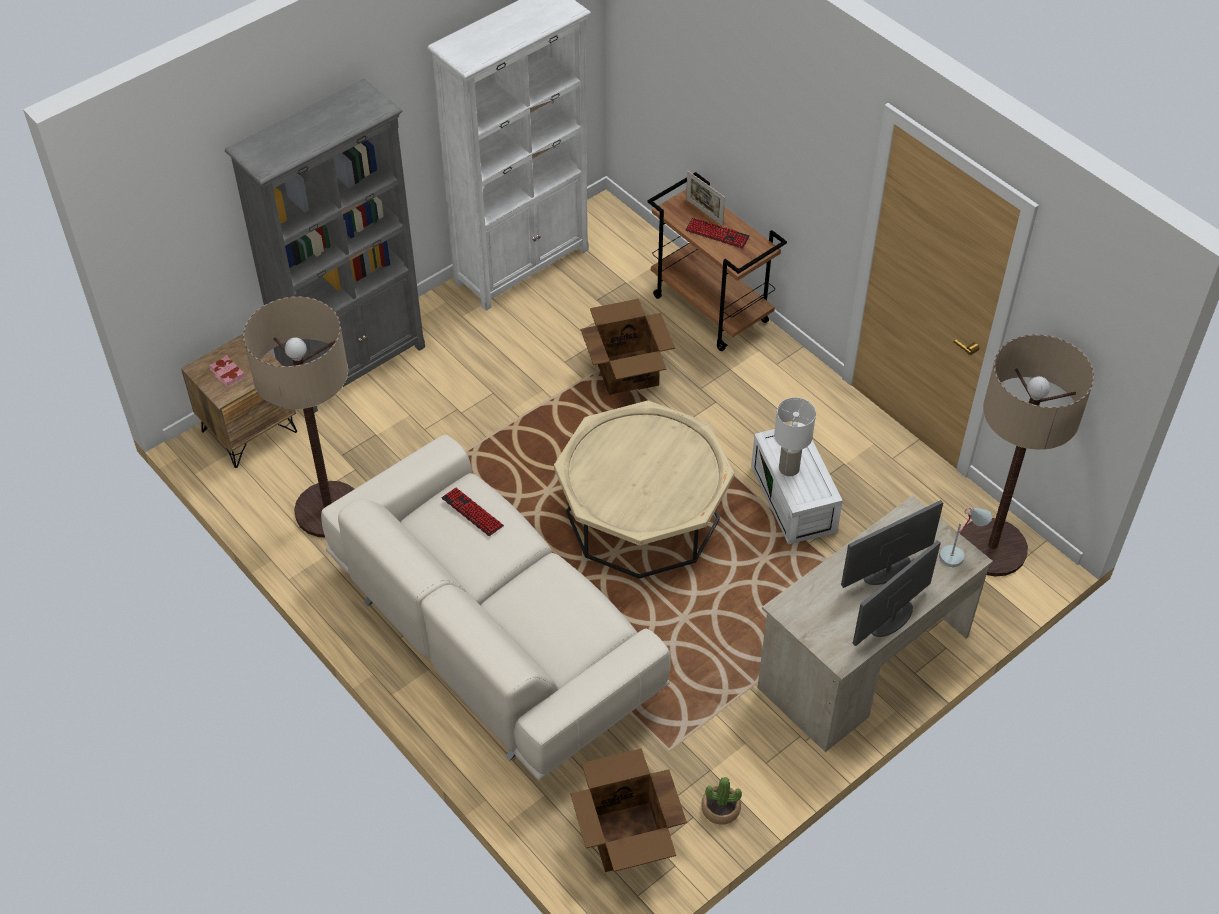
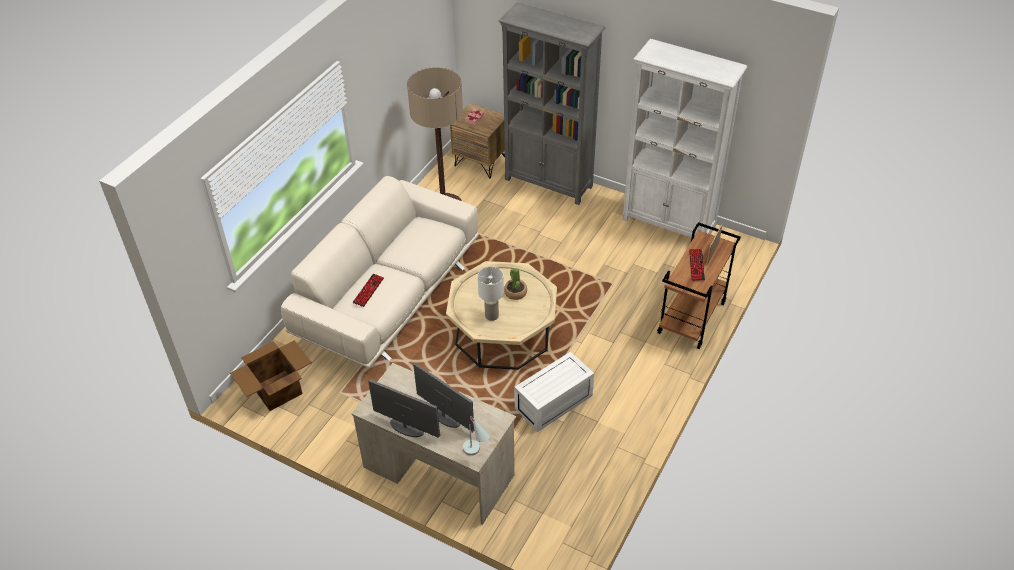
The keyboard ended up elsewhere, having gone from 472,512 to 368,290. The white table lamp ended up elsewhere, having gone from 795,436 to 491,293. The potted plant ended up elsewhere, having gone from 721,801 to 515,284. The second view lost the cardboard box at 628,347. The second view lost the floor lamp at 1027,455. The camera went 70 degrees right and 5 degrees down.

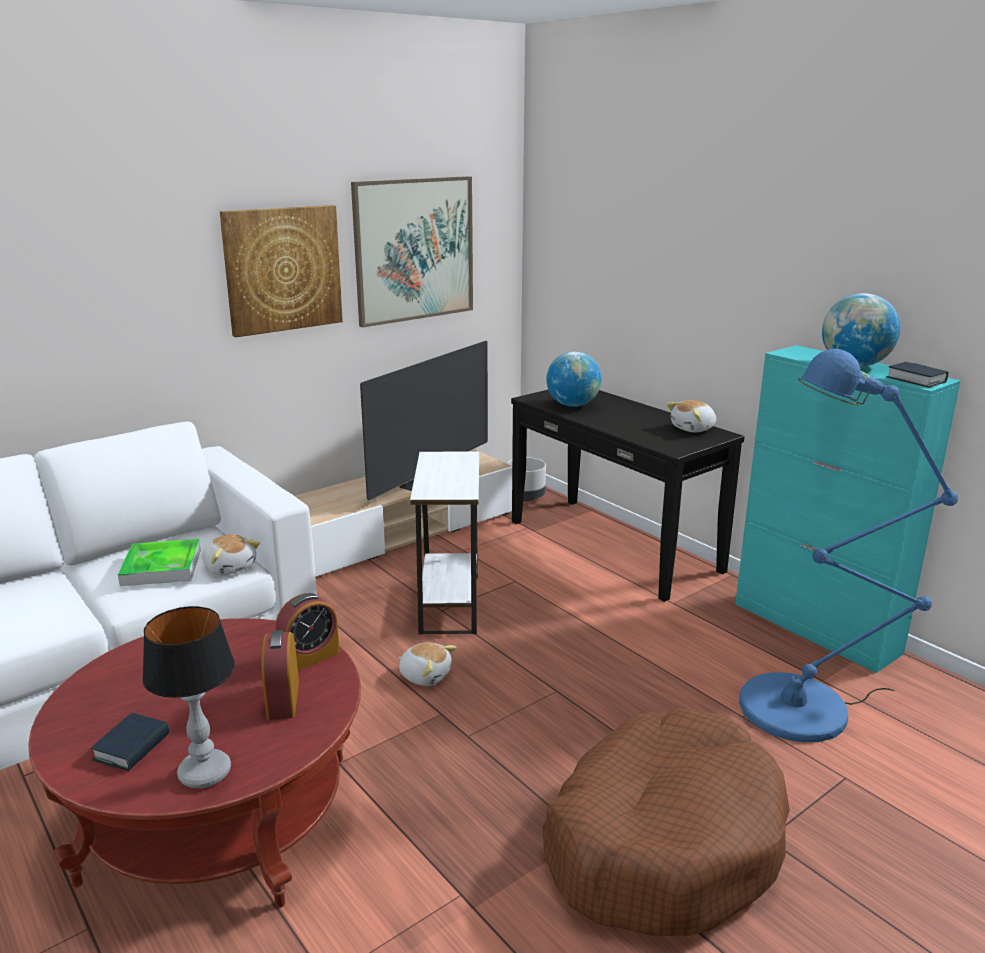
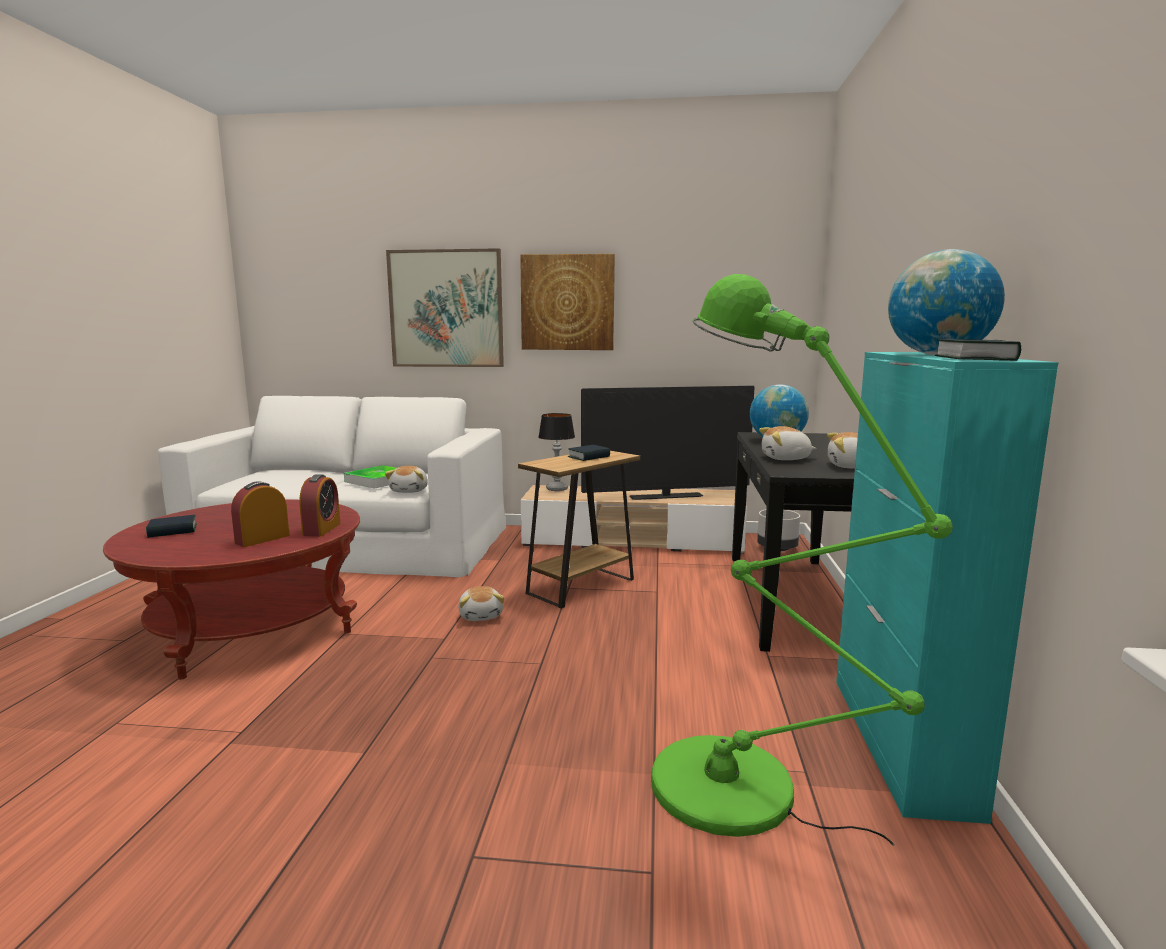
The alarm clock at 307,632 ended up facing another way, 90 degrees counterclockwise from before. The picture ended up elsewhere, having gone from 412,252 to 445,307. What was the white side table at 444,543 turned into the brown side table at 579,530. The table lamp ended up elsewhere, having gone from 188,697 to 556,452. The second view gained the book at 588,453. What was the blue floor lamp at 848,545 turned into the green floor lamp at 802,560. The second view gained the plush toy at 787,443. The second view lost the brown dog bed at 666,822. The camera went 45 degrees right and 10 degrees down.

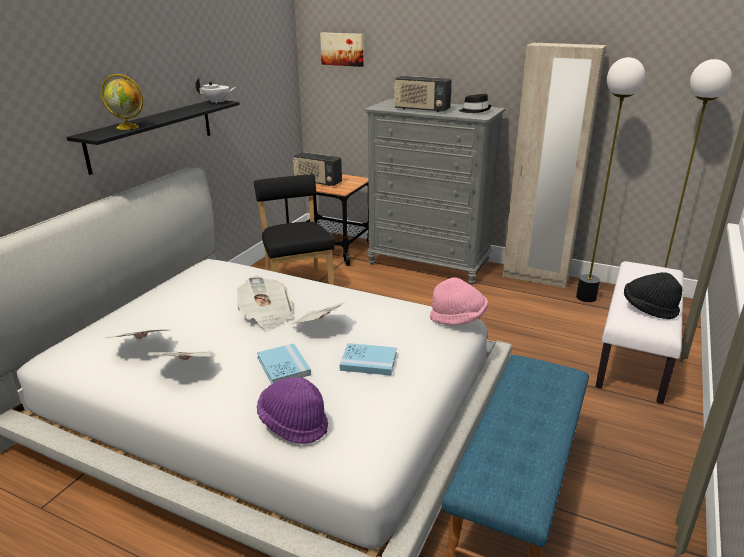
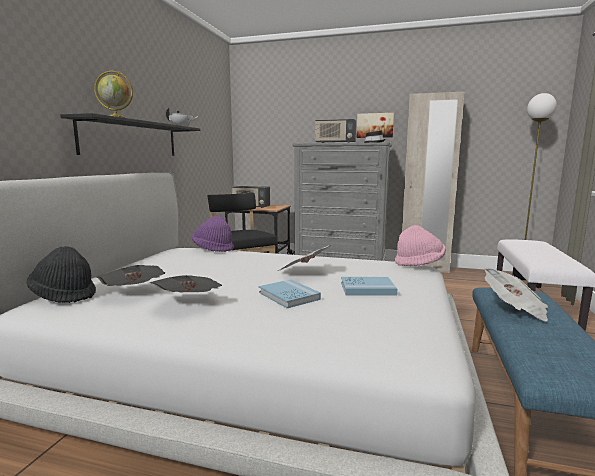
The black hat ended up elsewhere, having gone from 653,295 to 61,274. The purple hat ended up elsewhere, having gone from 292,410 to 213,234. The picture ended up elsewhere, having gone from 342,49 to 375,125. The newspaper ended up elsewhere, having gone from 265,303 to 516,294. The second view lost the floor lamp at 610,179. The camera went 10 degrees left and 15 degrees down.

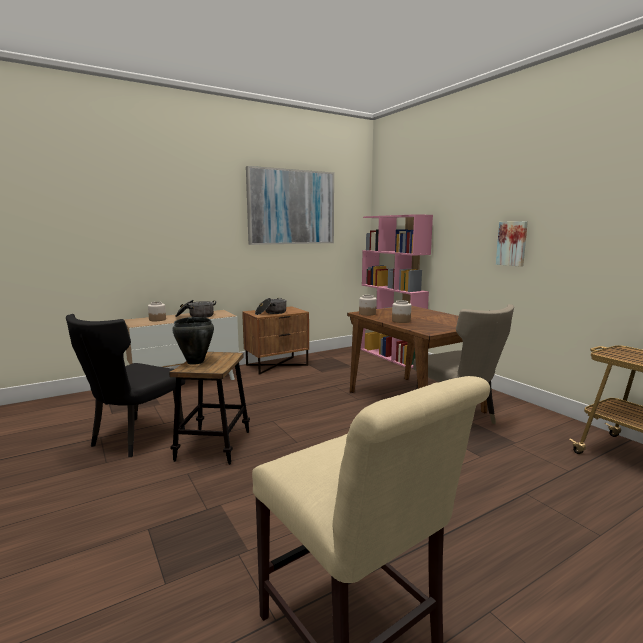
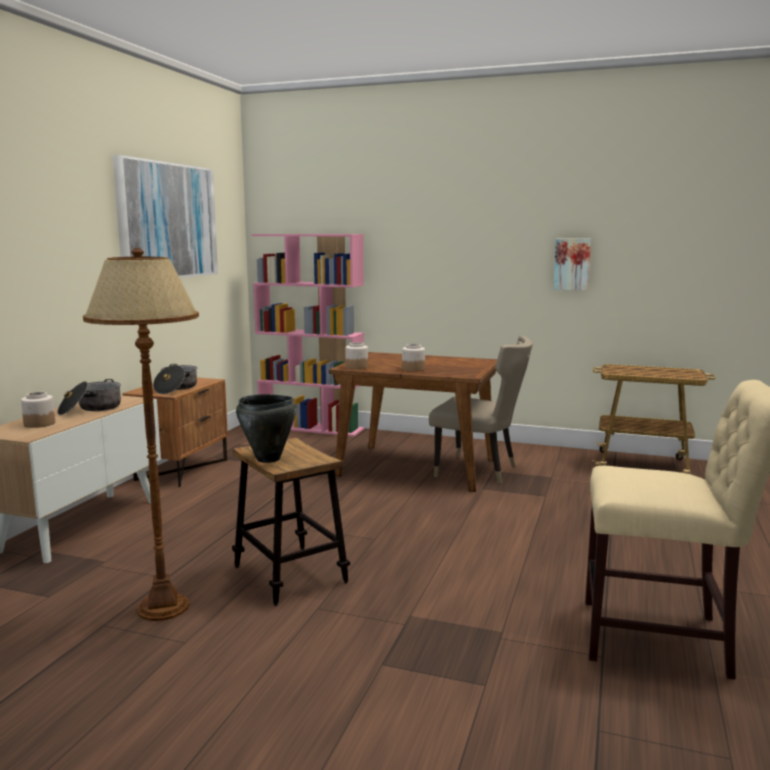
Where the black chair stood at 125,385, the brown floor lamp came to stand at 141,434. The picture ended up elsewhere, having gone from 512,244 to 572,265. The camera went 40 degrees left and 0 degrees up.

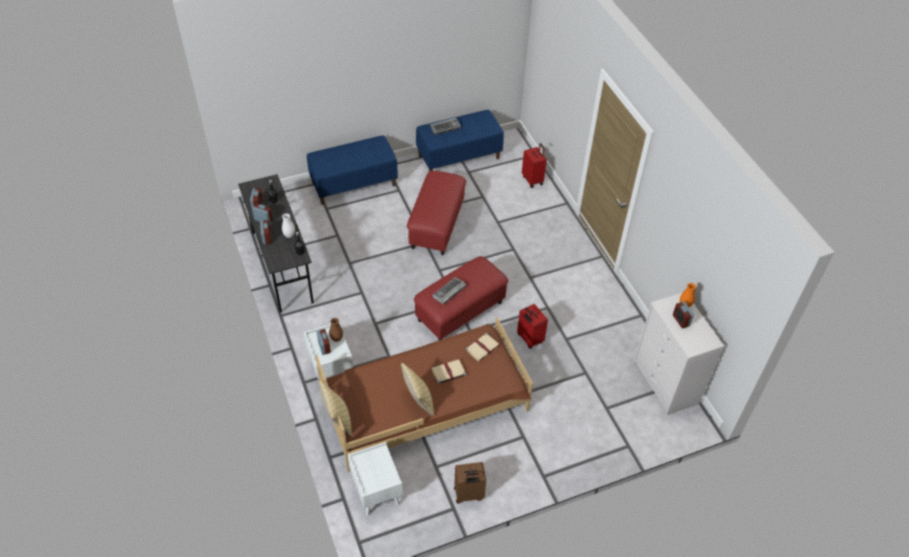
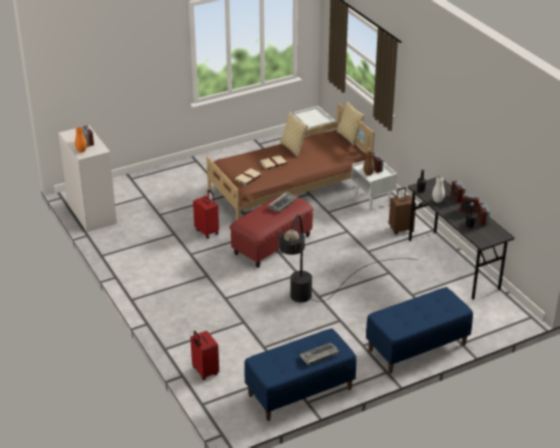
Where the red ottoman stood at 436,213, the black floor lamp came to stand at 349,259. The brown suitcase ended up elsewhere, having gone from 470,482 to 402,211. The camera went 175 degrees right and 15 degrees down.

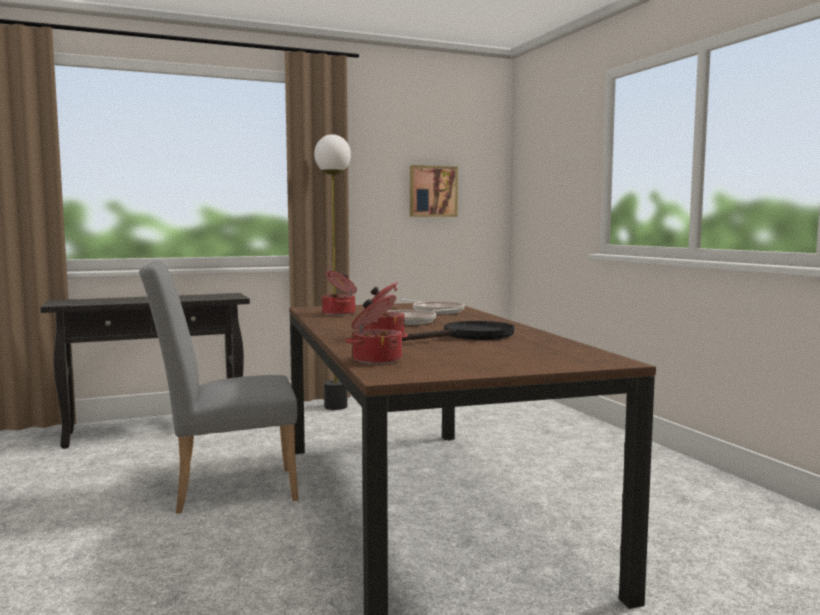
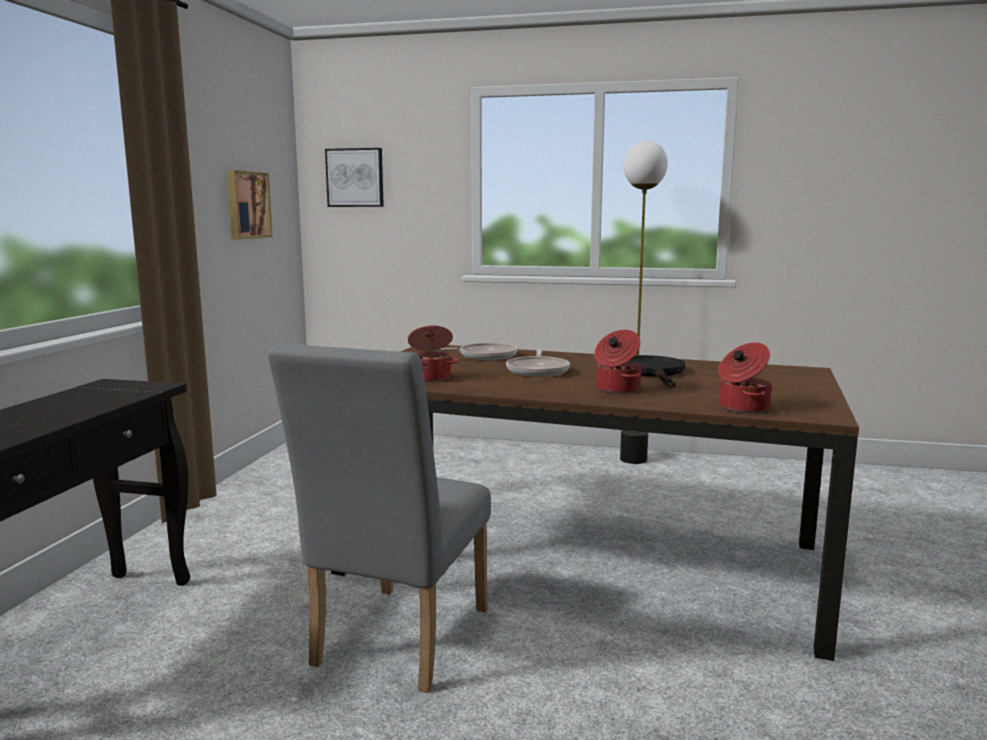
The second view gained the picture at 354,177. The floor lamp ended up elsewhere, having gone from 332,272 to 644,302. The camera went 55 degrees left and 5 degrees up.

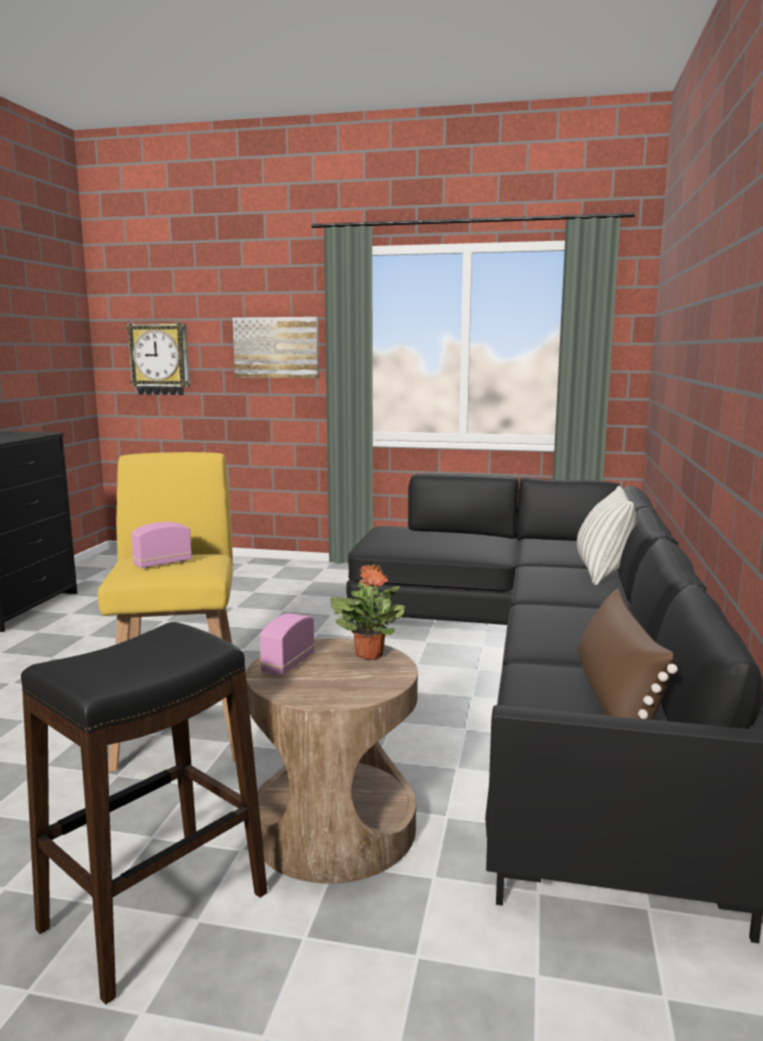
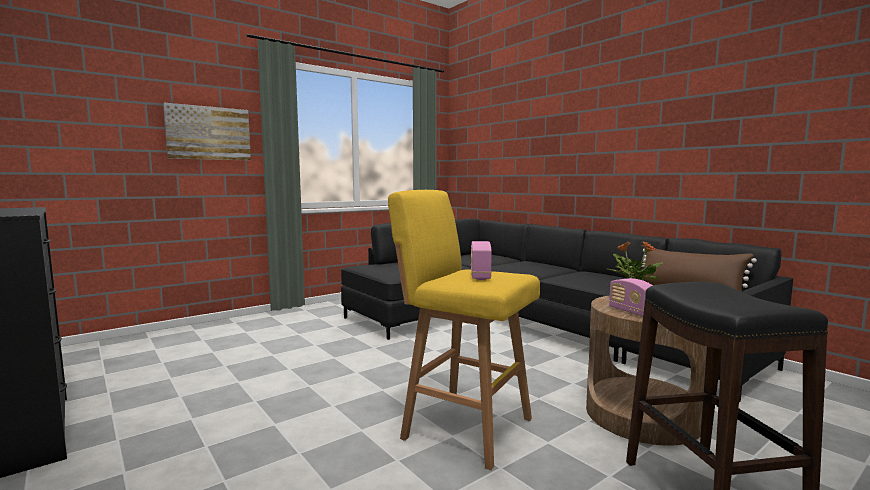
The second view lost the wall clock at 158,359. The second view lost the pillow at 607,535. The camera went 50 degrees left and 5 degrees down.

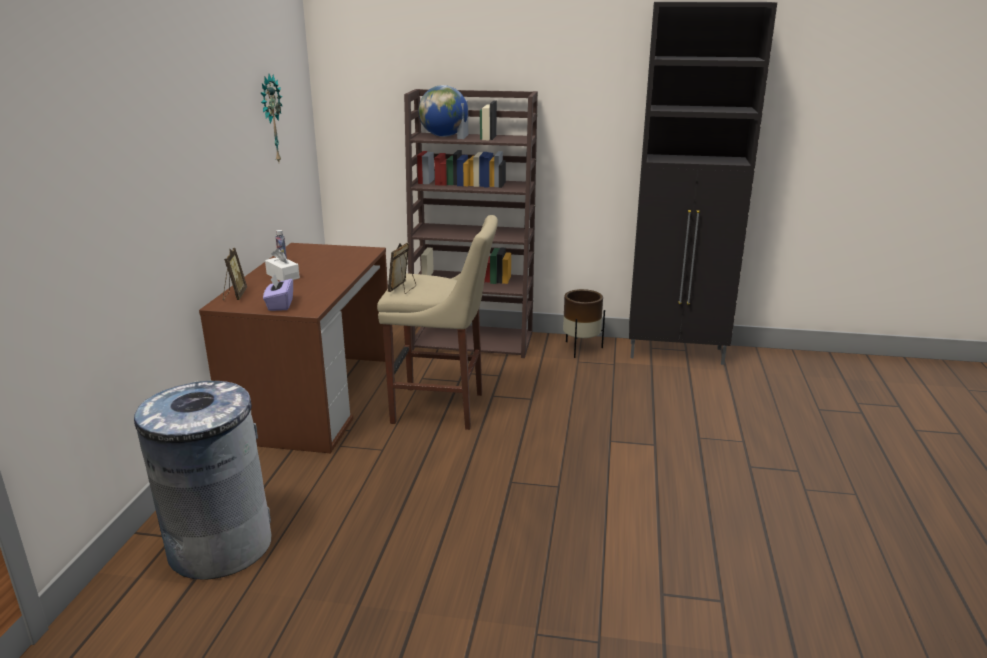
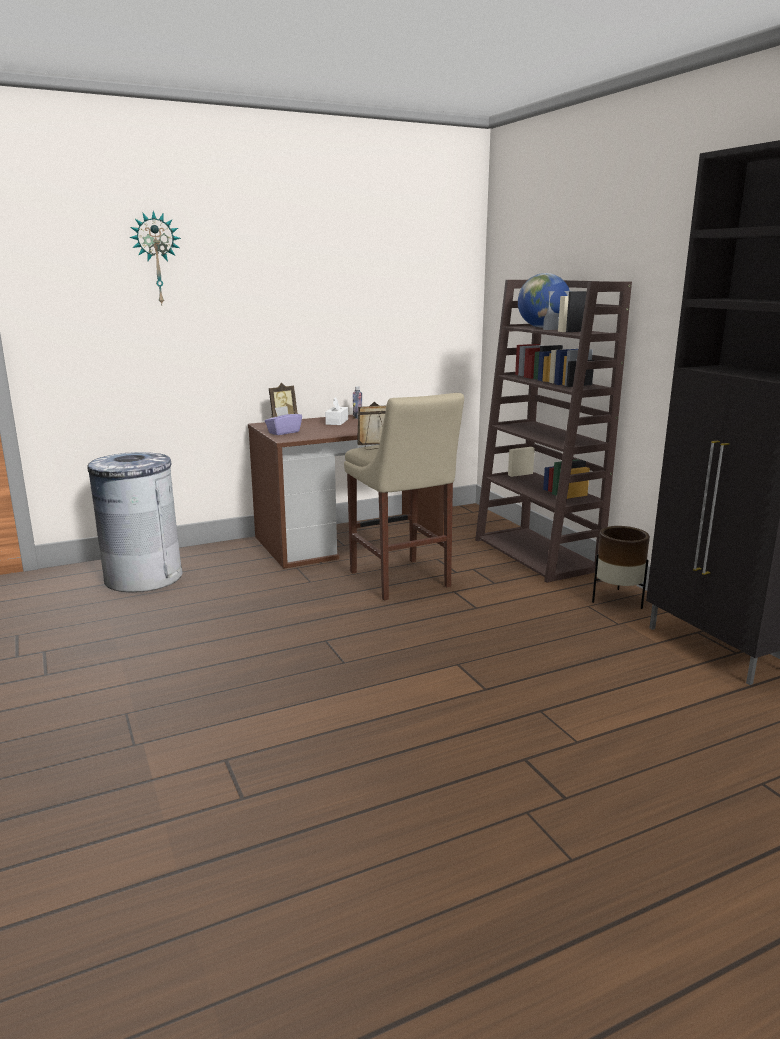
The wall clock ended up elsewhere, having gone from 271,118 to 155,258. The camera went 55 degrees right and 5 degrees down.

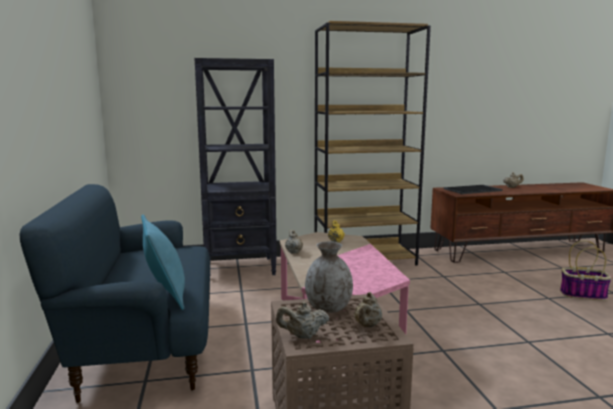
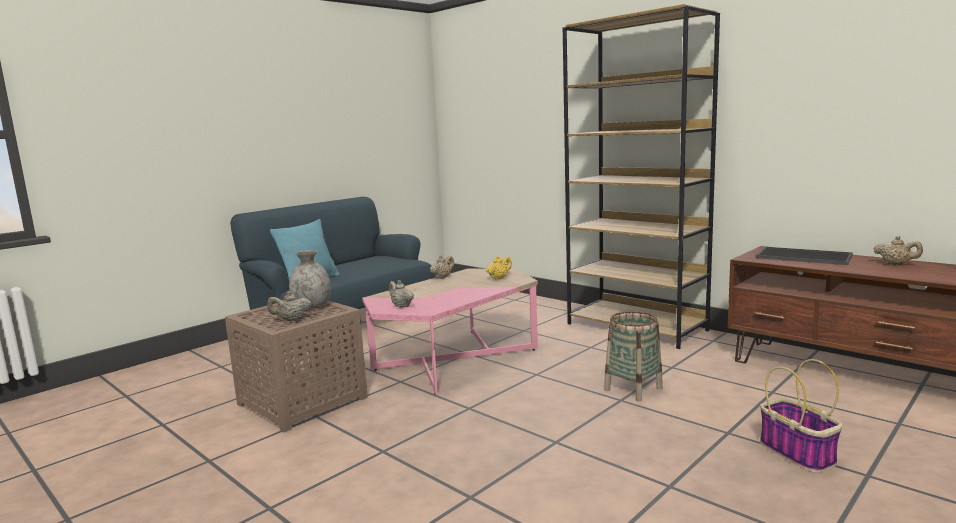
The beige teapot ended up elsewhere, having gone from 302,320 to 401,294. The second view gained the basket at 633,356. The second view lost the black bookcase at 235,166. The camera went 55 degrees right and 0 degrees up.

